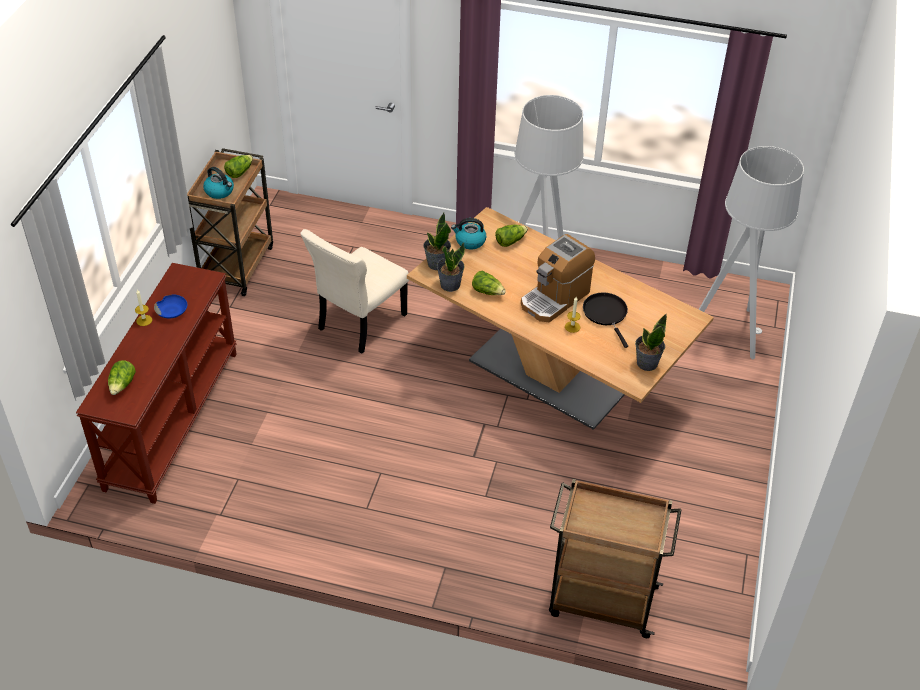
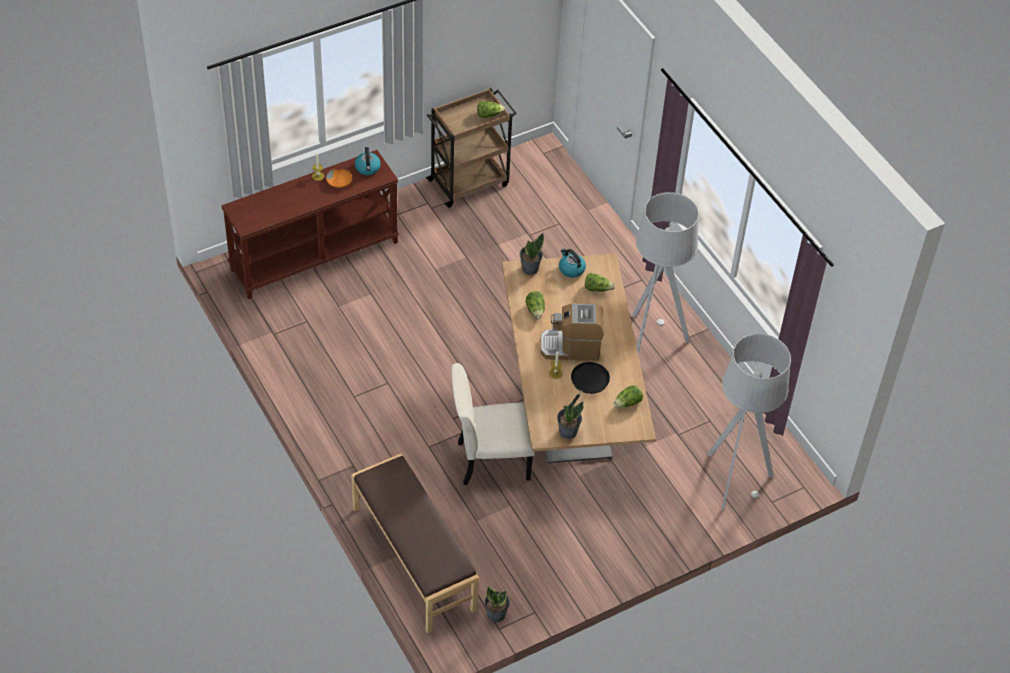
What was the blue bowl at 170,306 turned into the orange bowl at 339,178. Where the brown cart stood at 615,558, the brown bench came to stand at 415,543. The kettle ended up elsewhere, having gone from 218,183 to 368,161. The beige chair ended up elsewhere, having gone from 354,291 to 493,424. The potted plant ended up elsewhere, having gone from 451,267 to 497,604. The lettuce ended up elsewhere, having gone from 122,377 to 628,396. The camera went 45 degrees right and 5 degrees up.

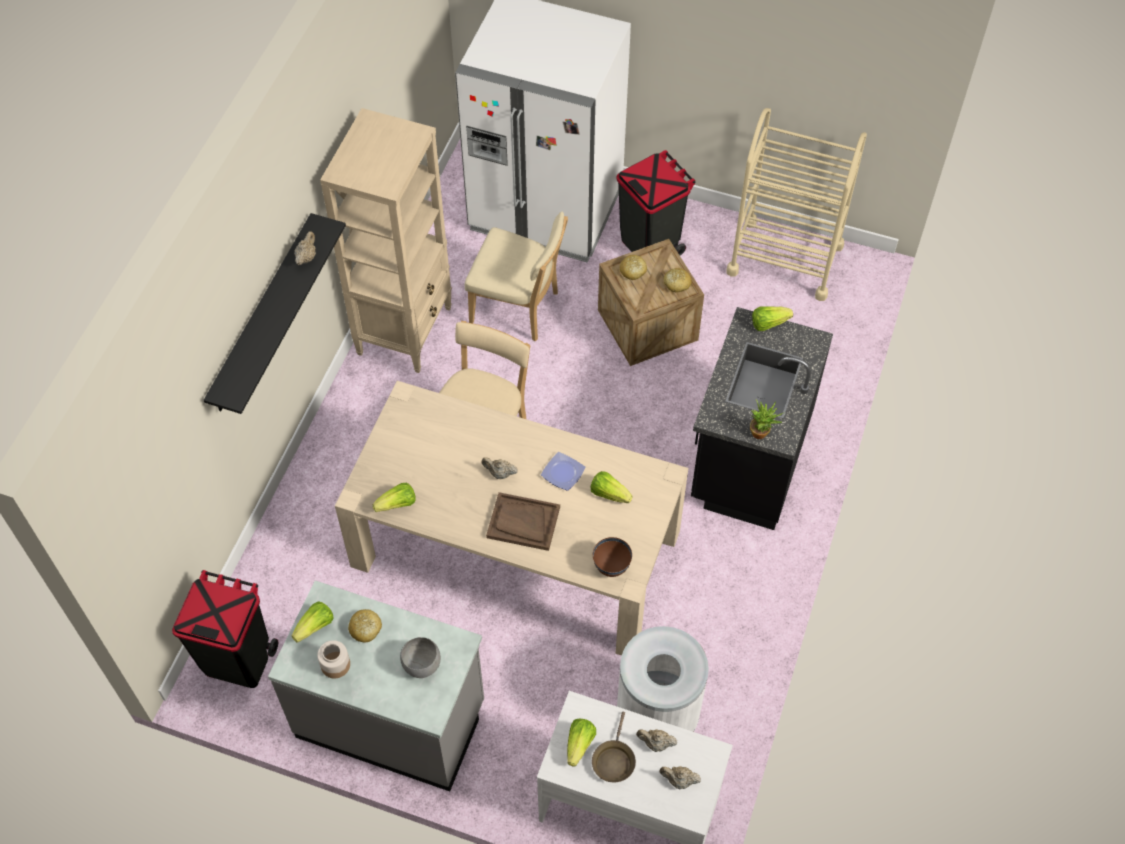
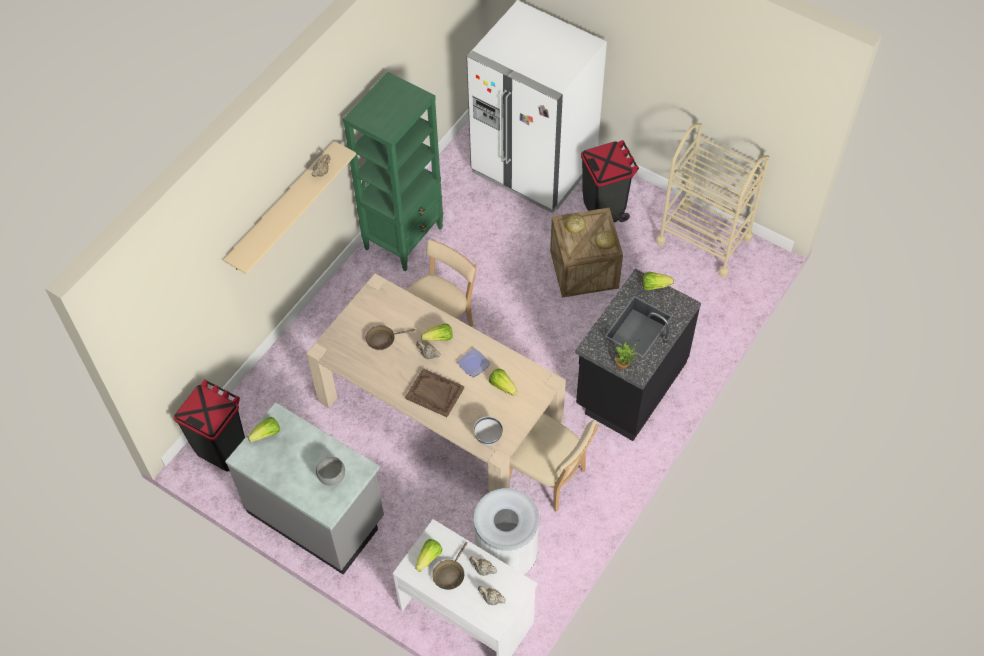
What was the black shelf at 274,313 turned into the beige shelf at 289,207. What was the beige bookcase at 386,240 turned into the green bookcase at 393,172. The second view gained the brown frying pan at 391,337. The lettuce ended up elsewhere, having gone from 394,497 to 437,332. What was the brown bowl at 612,557 turned into the white bowl at 488,431. The beige chair ended up elsewhere, having gone from 516,276 to 554,462. The second view lost the jar at 333,659. The second view lost the bread at 365,625. The camera went 15 degrees right and 0 degrees up.

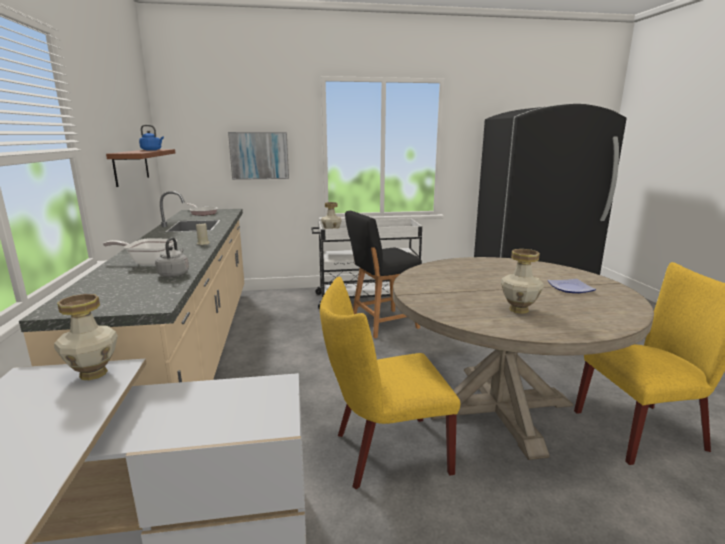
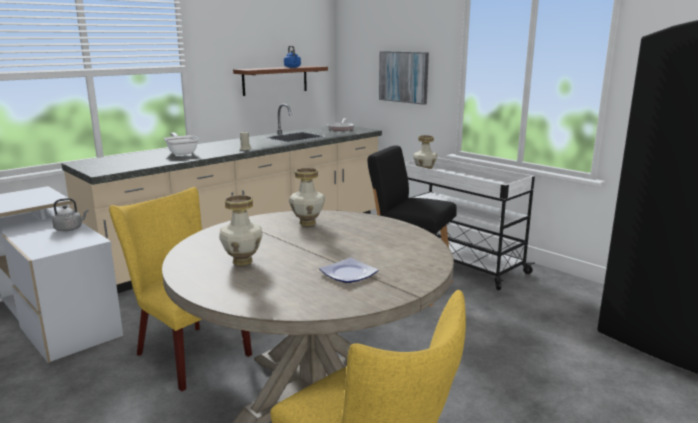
The grey kettle ended up elsewhere, having gone from 172,257 to 70,214. The vase ended up elsewhere, having gone from 86,337 to 307,197. The camera went 55 degrees right and 0 degrees up.

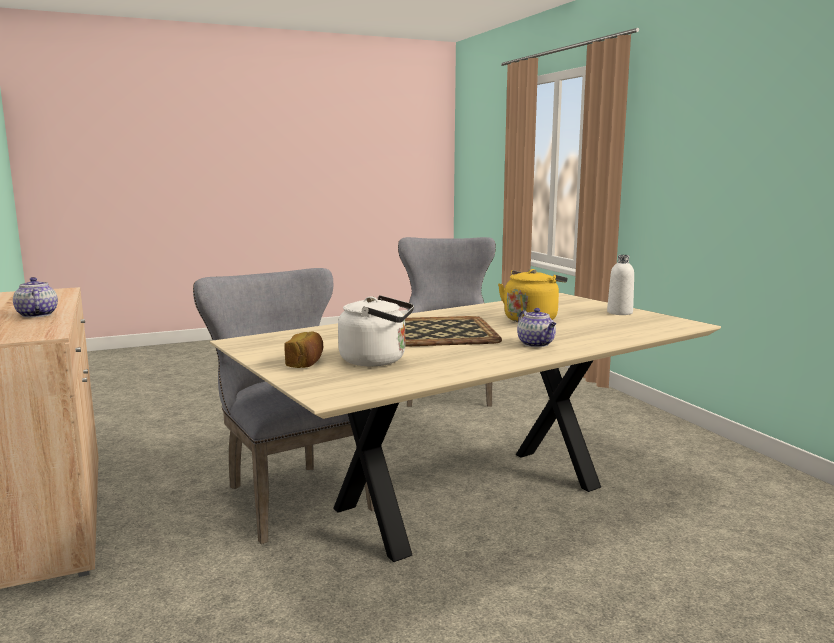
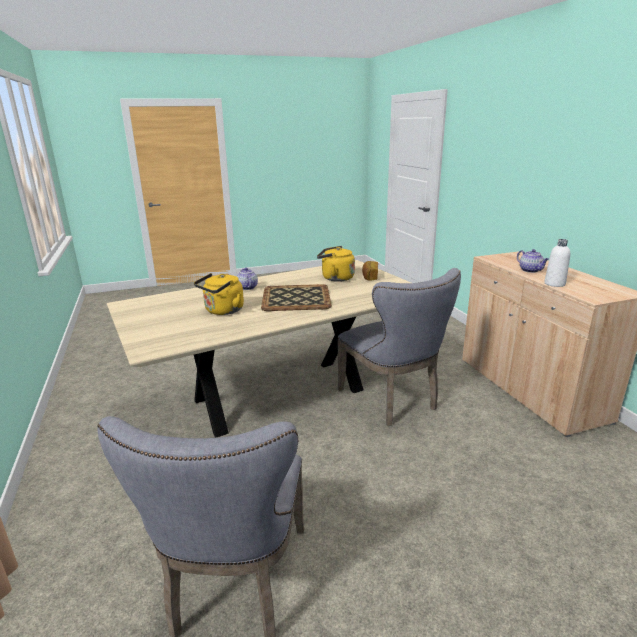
What was the white kettle at 376,330 turned into the yellow kettle at 336,264. The white bottle ended up elsewhere, having gone from 620,285 to 557,263. The camera went 175 degrees left and 10 degrees up.

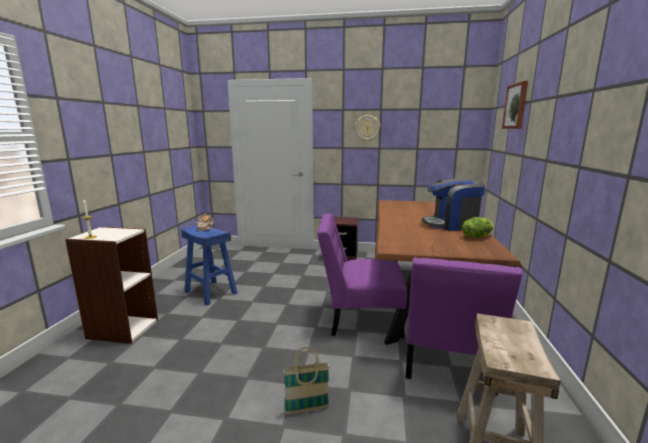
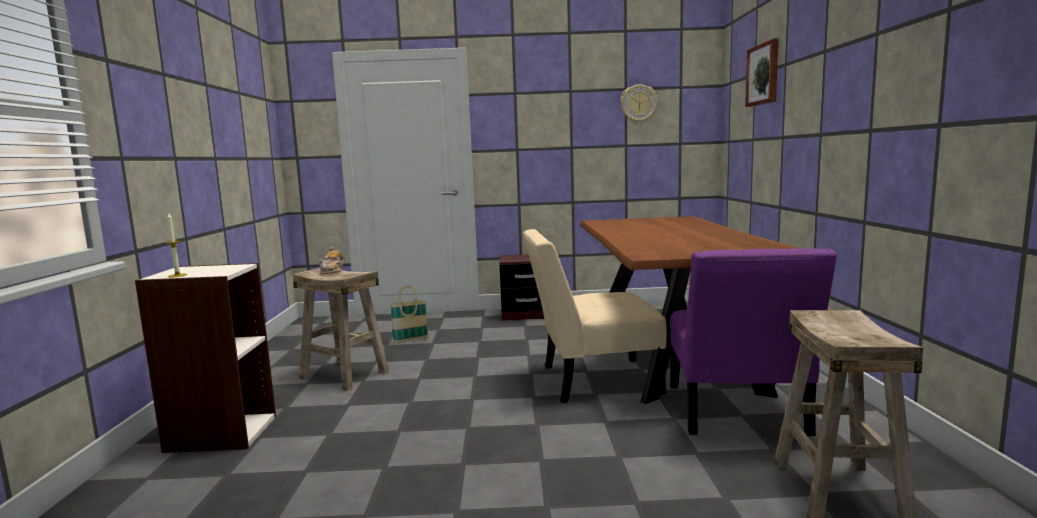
What was the blue stool at 209,266 turned into the beige stool at 341,329. The basket ended up elsewhere, having gone from 307,381 to 409,314. What was the purple chair at 362,275 turned into the beige chair at 595,316. The wall clock ended up elsewhere, having gone from 368,128 to 639,103. The second view lost the coffee machine at 454,204. The second view lost the lettuce at 478,227. The camera went 10 degrees left and 5 degrees down.

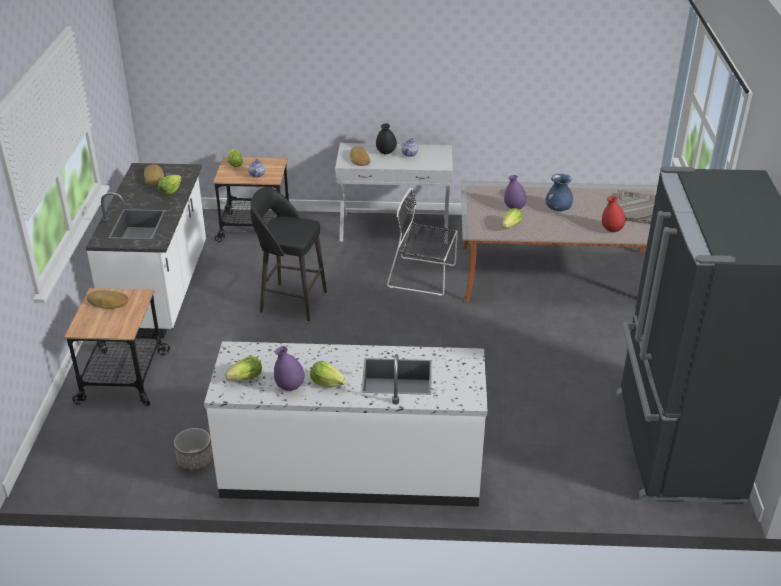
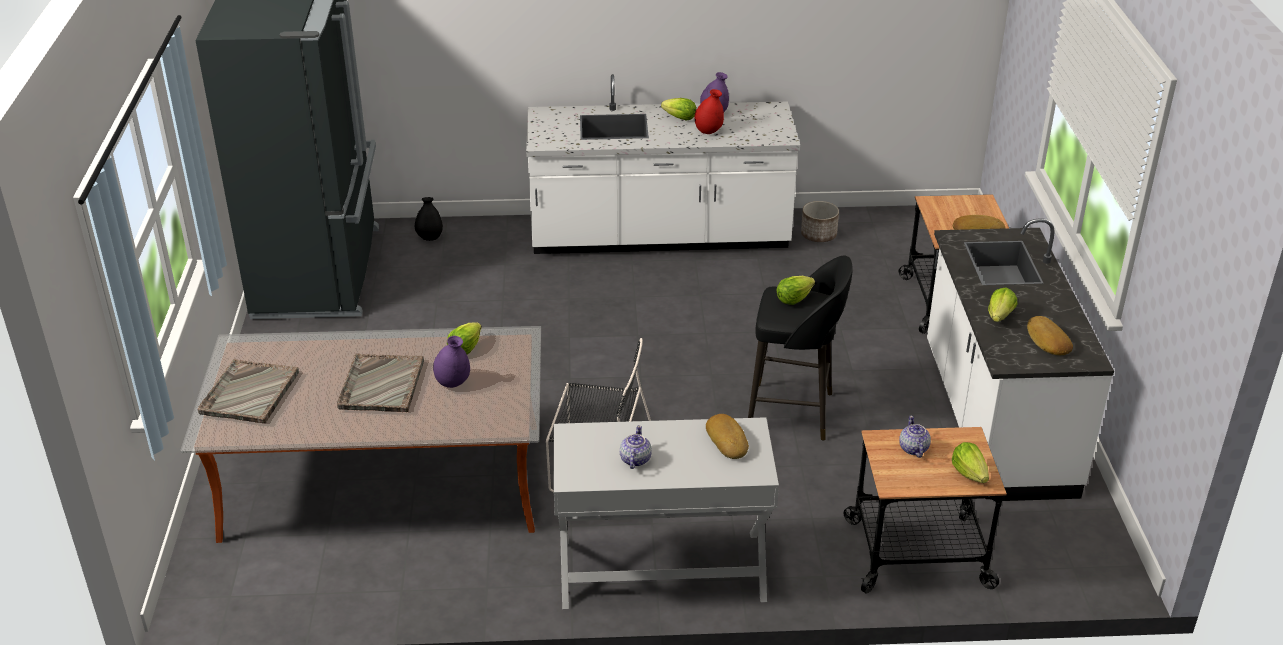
Where the blue vase stood at 559,192, the grey tray came to stand at 380,383. The black vase ended up elsewhere, having gone from 386,138 to 429,219. The red vase ended up elsewhere, having gone from 614,214 to 709,111. The lettuce ended up elsewhere, having gone from 243,368 to 795,290. The camera went 175 degrees right and 0 degrees up.

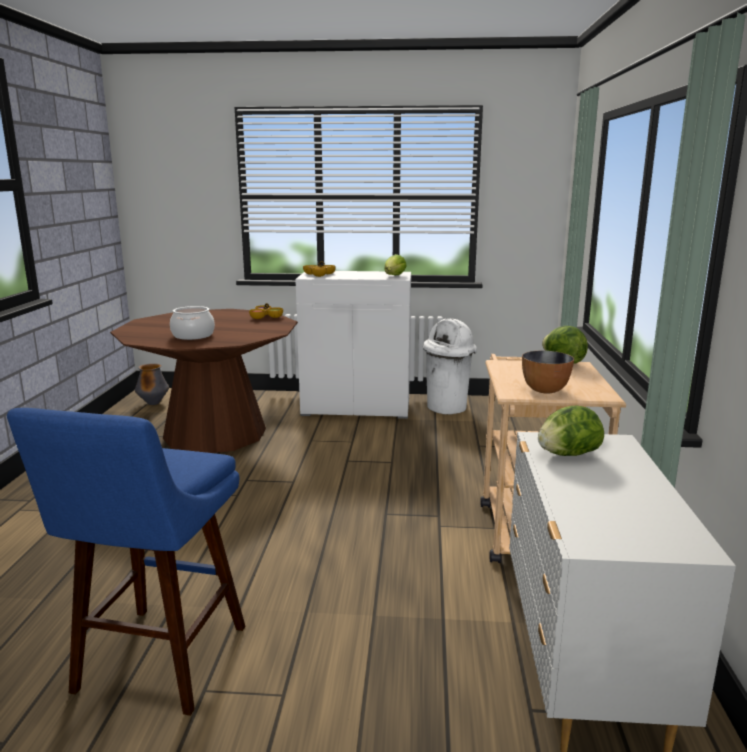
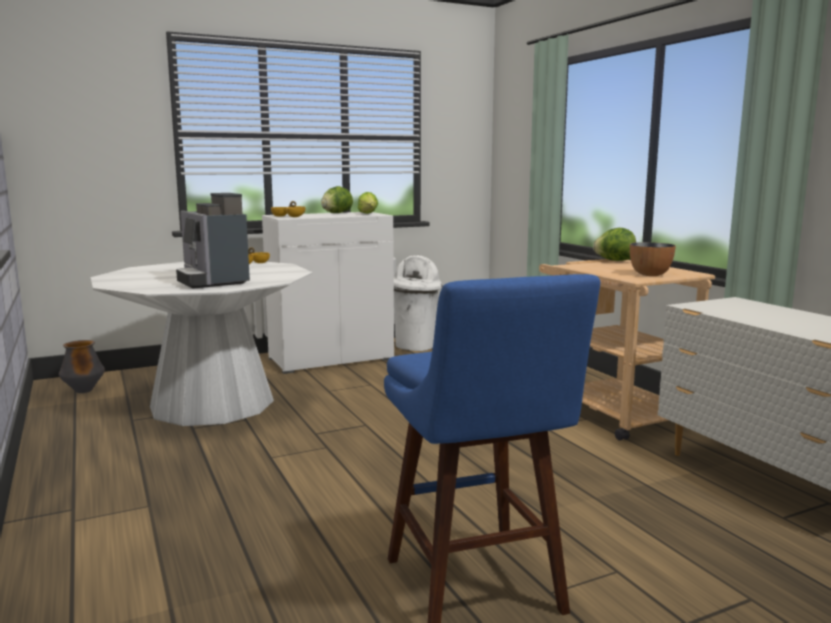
What was the brown dining table at 204,381 turned into the white dining table at 201,343. Where the cooking pot stood at 192,323, the coffee machine came to stand at 213,241. The lettuce ended up elsewhere, having gone from 571,431 to 337,199. The camera went 30 degrees left and 5 degrees down.

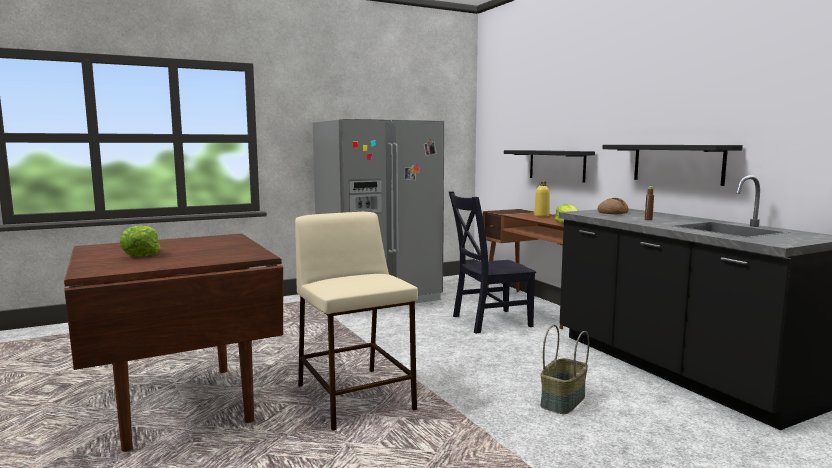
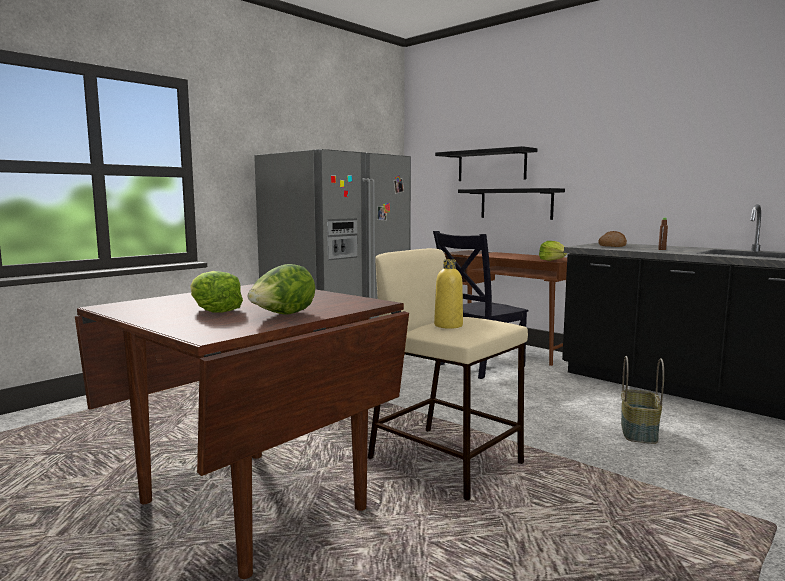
The second view gained the lettuce at 281,289. The yellow bottle ended up elsewhere, having gone from 542,199 to 448,294. The black shelf ended up elsewhere, having gone from 672,165 to 486,163. The camera went 20 degrees left and 0 degrees up.

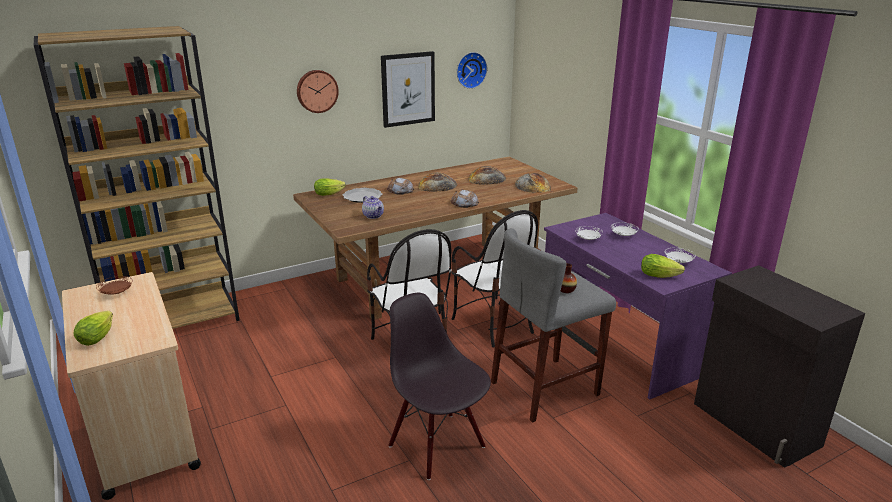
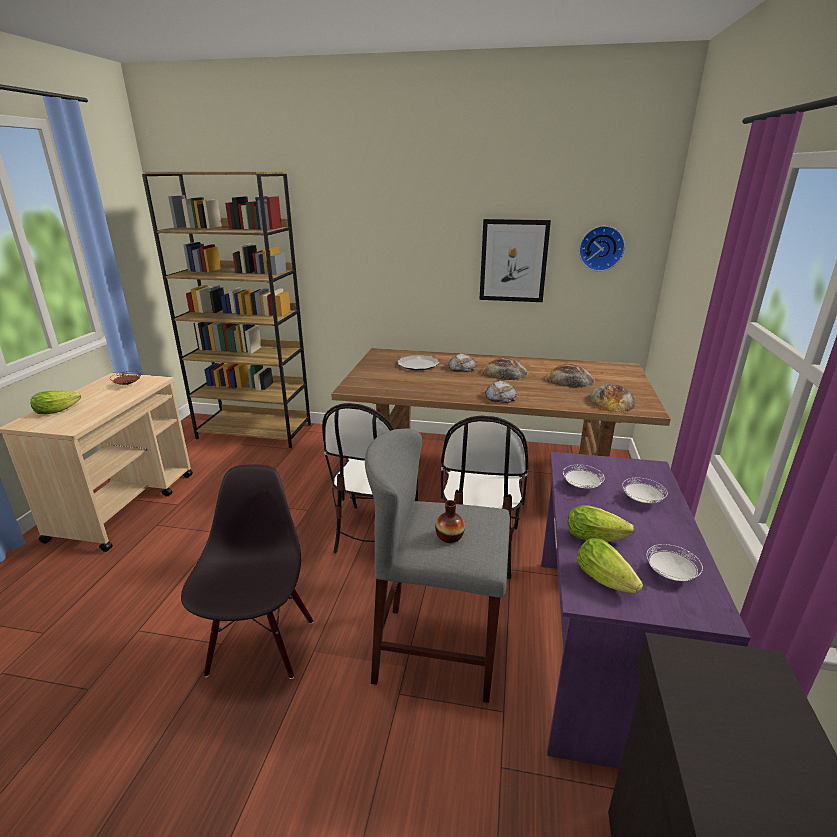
The lettuce ended up elsewhere, having gone from 330,187 to 601,523. The second view lost the wall clock at 318,91. The second view lost the teapot at 373,207. The camera went 40 degrees right and 0 degrees up.

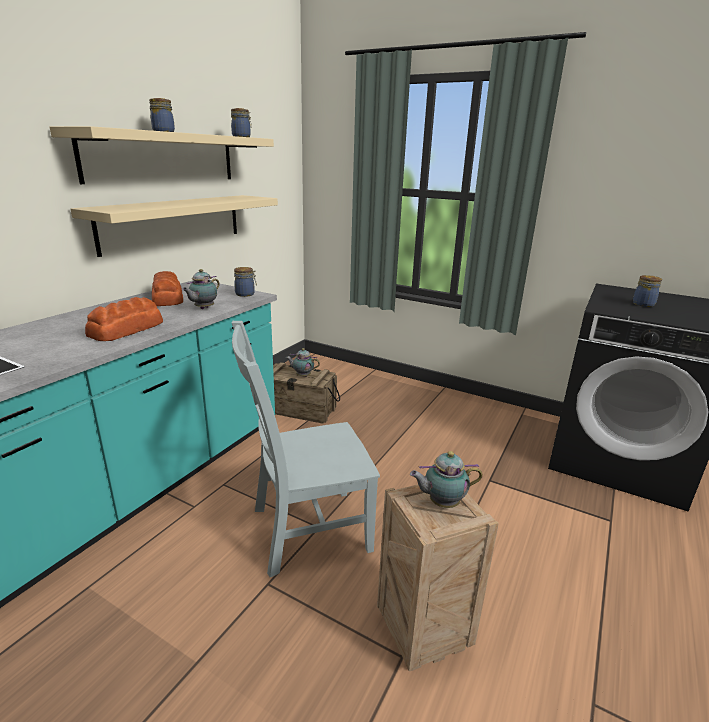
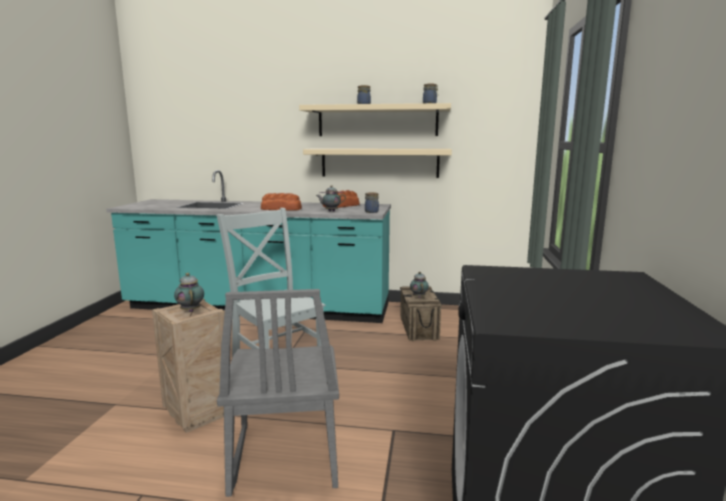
The second view gained the grey chair at 278,393. The second view lost the jar at 647,291. The camera went 70 degrees right and 10 degrees down.

